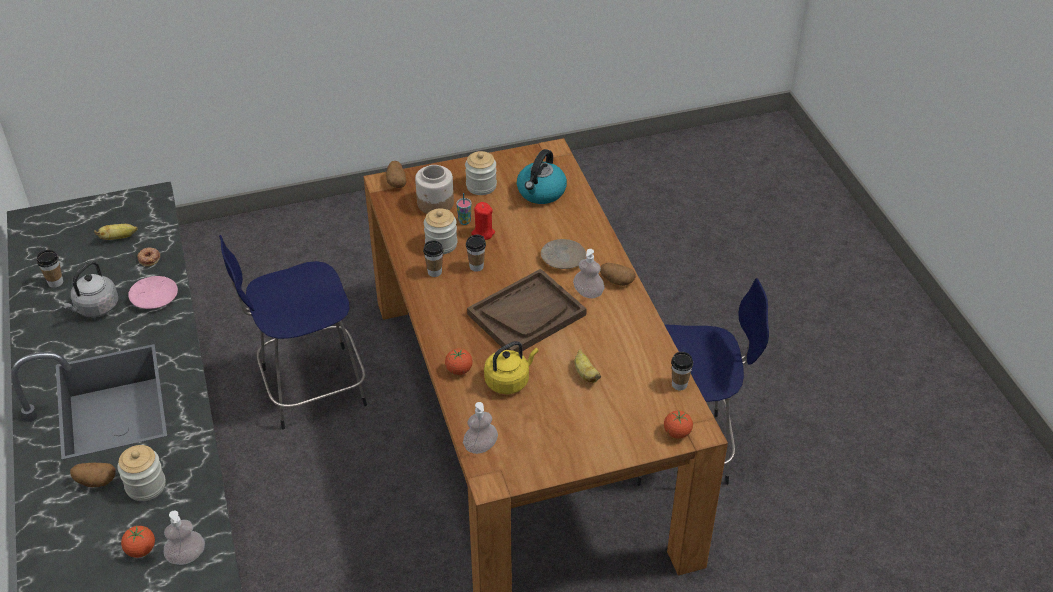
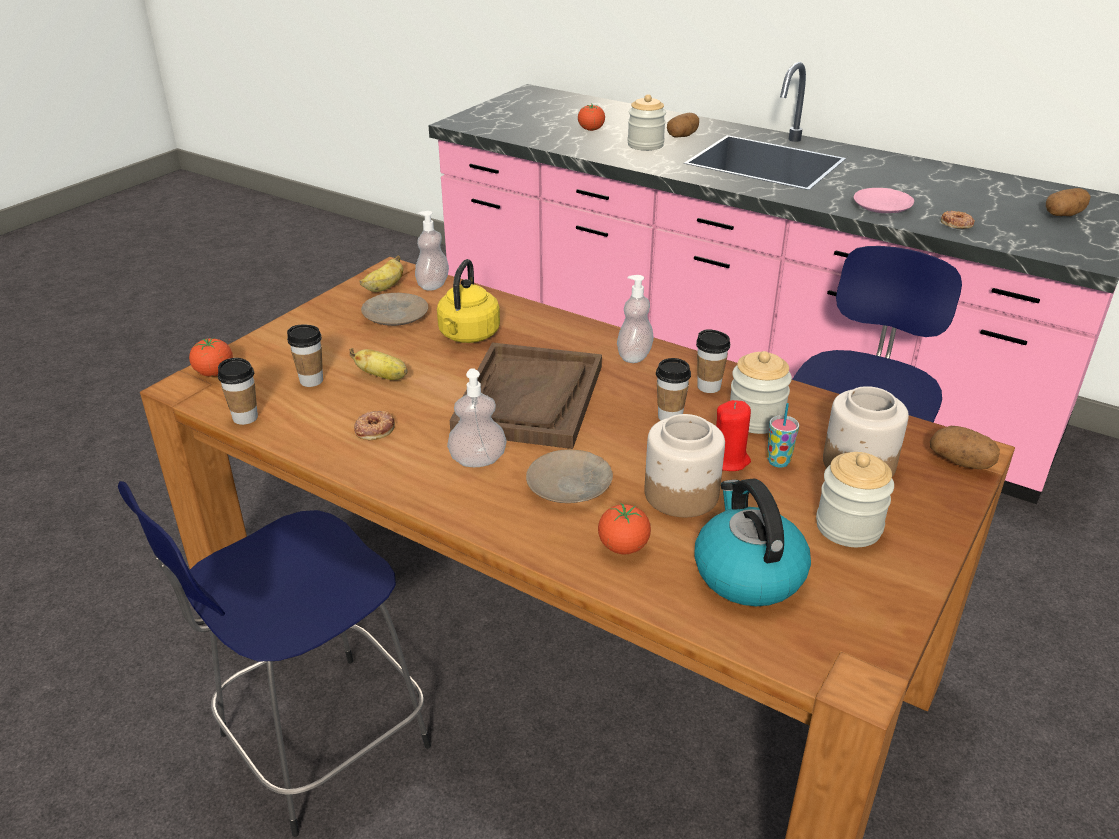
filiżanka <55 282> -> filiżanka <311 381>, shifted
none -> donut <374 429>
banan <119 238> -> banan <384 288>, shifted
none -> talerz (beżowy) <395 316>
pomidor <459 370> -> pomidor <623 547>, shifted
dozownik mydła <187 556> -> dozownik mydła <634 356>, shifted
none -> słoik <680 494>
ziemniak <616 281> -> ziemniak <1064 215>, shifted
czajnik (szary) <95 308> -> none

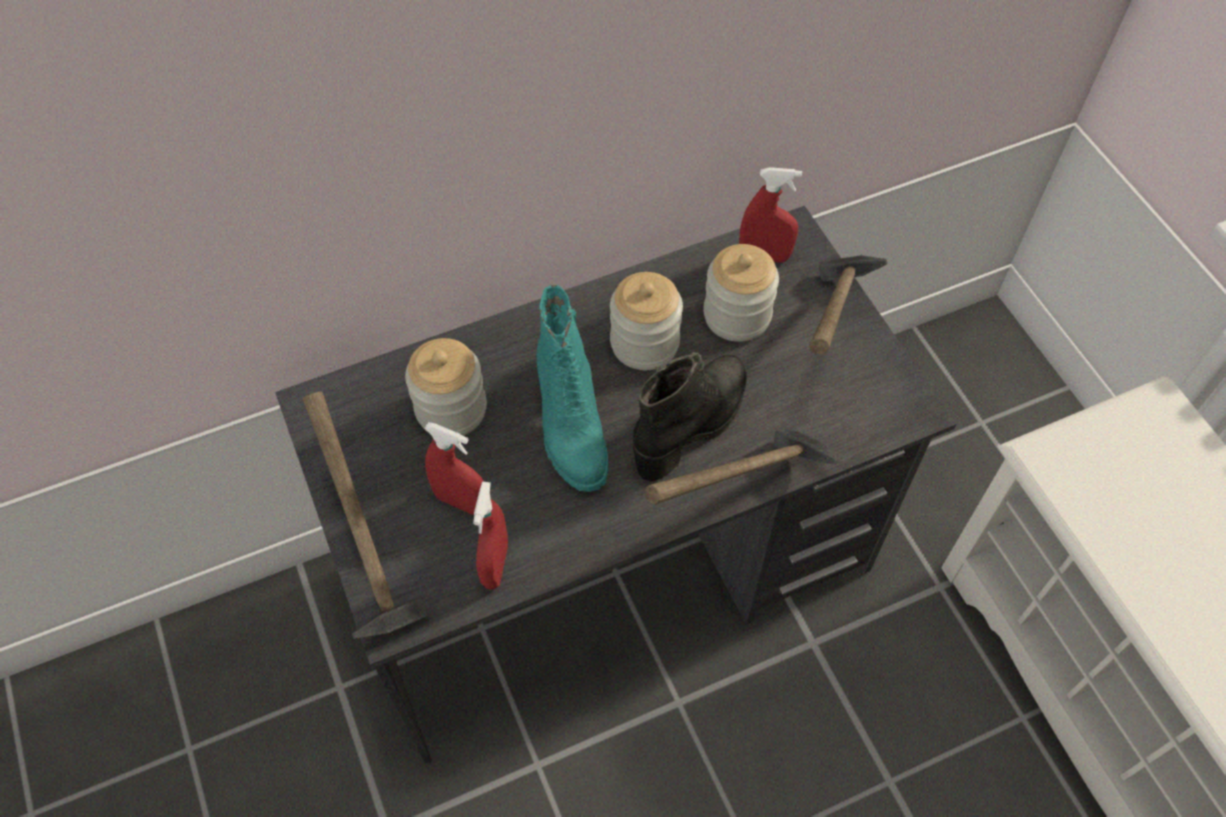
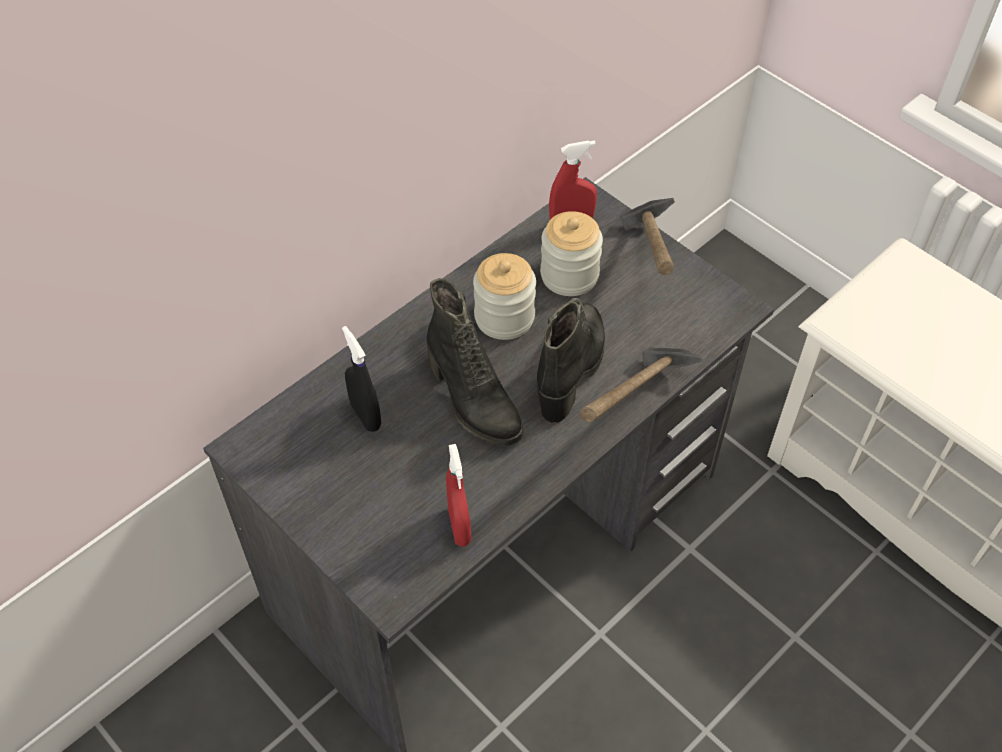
słoik <451 409> -> spryskiwacz (czarny) <365 416>
but z cholewką (turkusowy) <569 428> -> but z cholewką (czarny) <472 401>
młotek <369 557> -> none
spryskiwacz (czerwony) <461 501> -> none

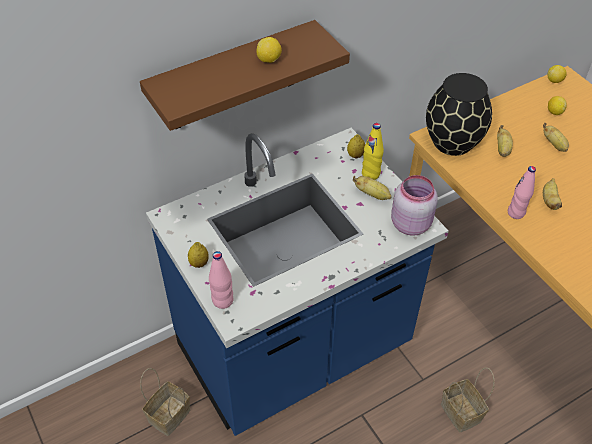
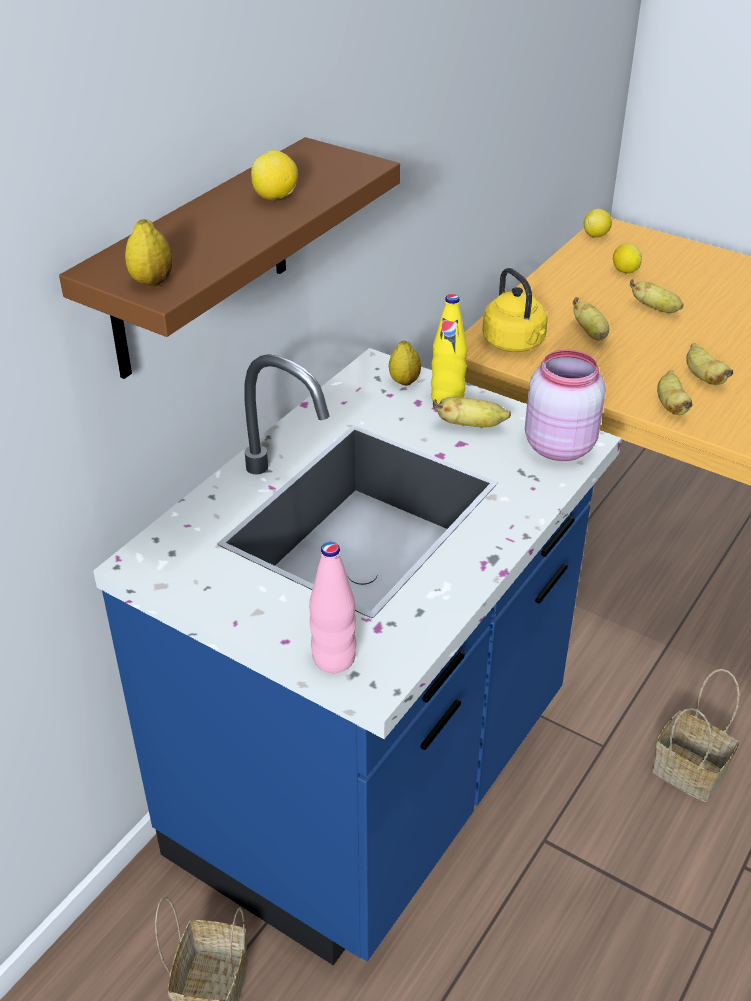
cytryna <199 263> -> cytryna <152 282>, shifted
wazon (czarny) <453 142> -> czajnik (żółty) <515 344>
butelka (różowy) <516 213> -> banan <670 405>

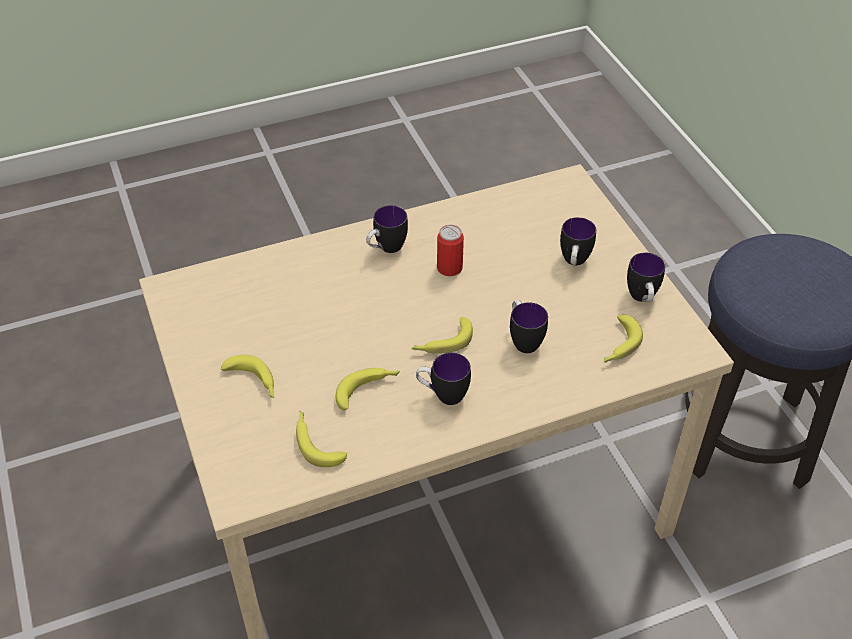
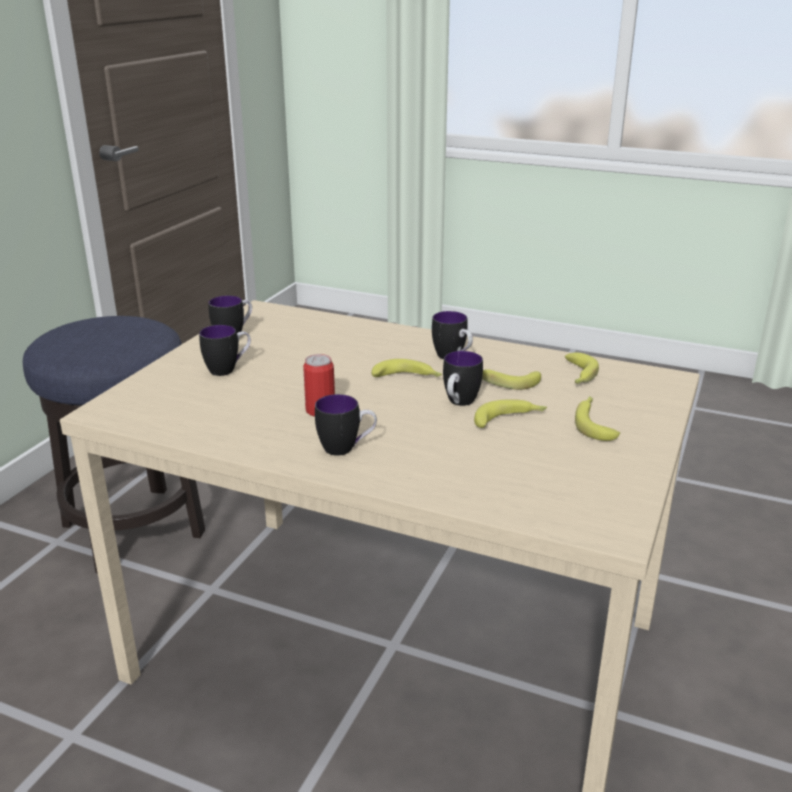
kubek <523 340> -> kubek <459 403>, shifted
banan <618 346> -> banan <509 420>, shifted

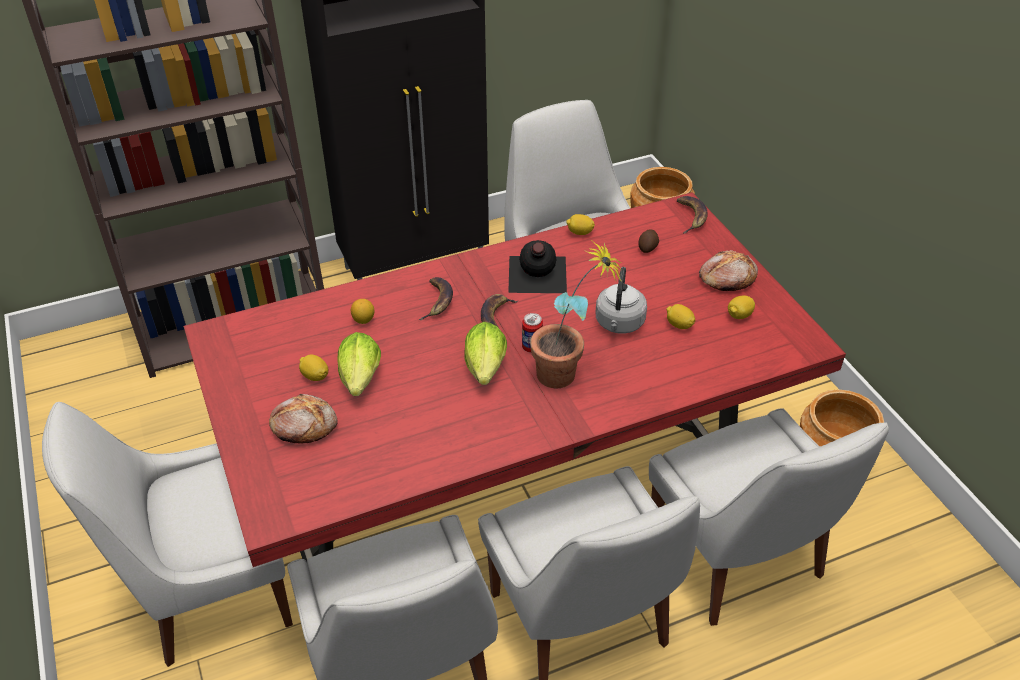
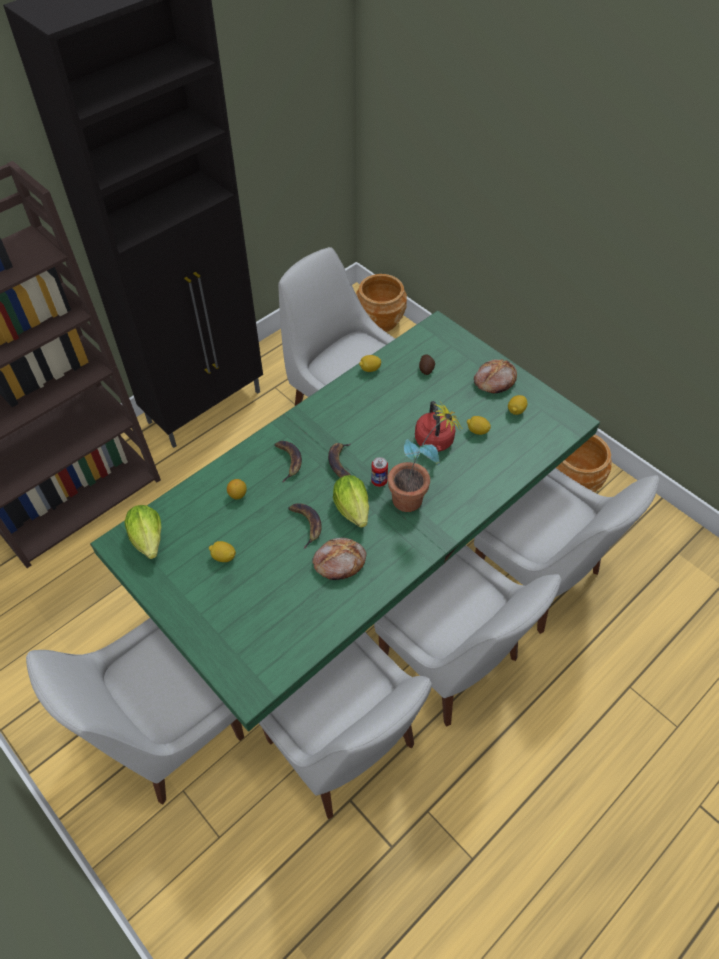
stół jadalny (czerwony) <508 491> -> stół jadalny (zielony) <359 576>
sałata <360 382> -> sałata <149 542>, shifted
banan <691 217> -> banan <306 524>, shifted
chleb <304 425> -> chleb <339 562>, shifted
czajnik (szary) <619 324> -> czajnik (czerwony) <434 442>
butelka (czarny) <536 274> -> none

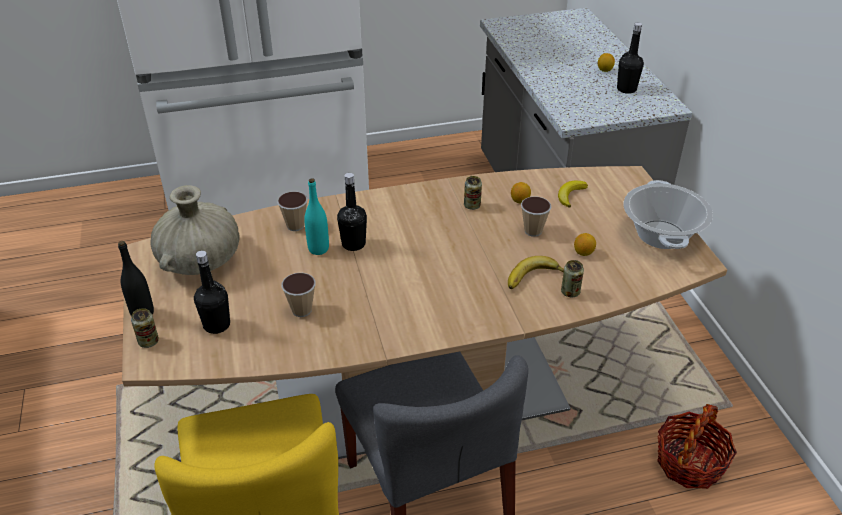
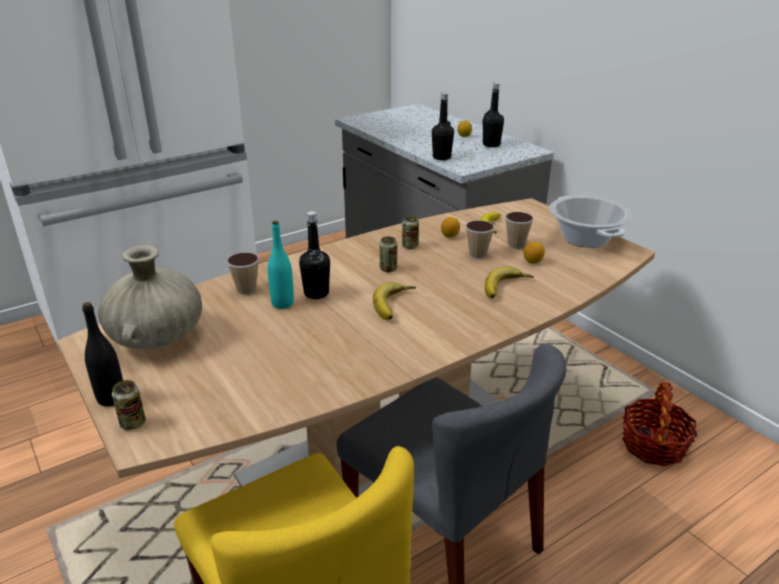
none -> banan <396 305>
puszka <570 292> -> puszka <388 269>, shifted
butelka (czarny) <217 325> -> butelka (czarny) <441 157>, shifted
filiżanka <301 310> -> filiżanka <516 245>, shifted

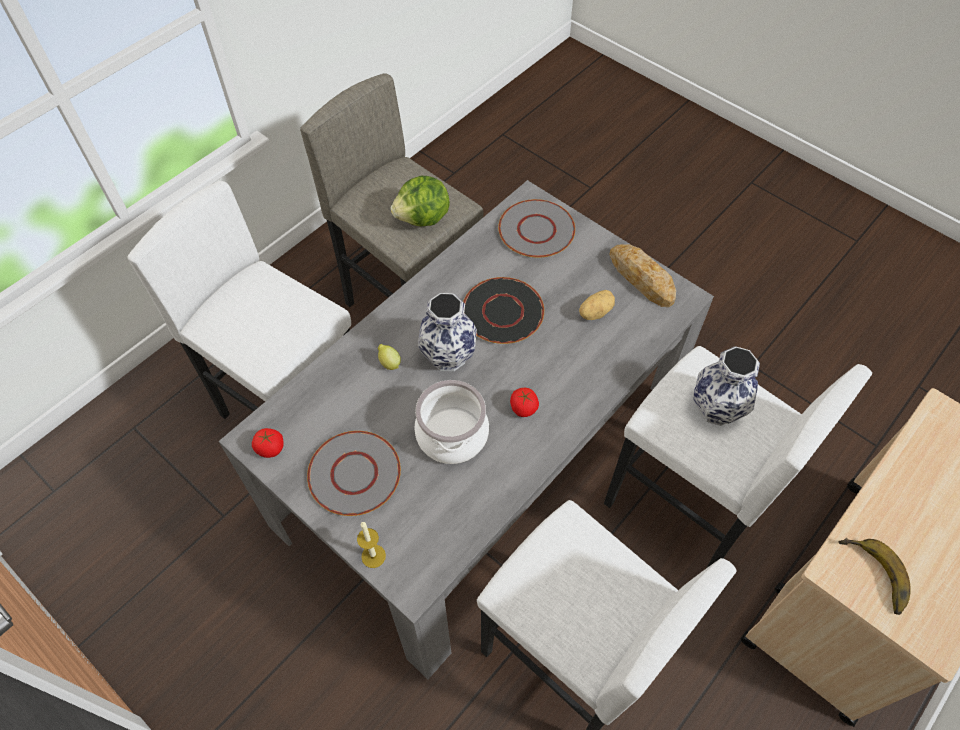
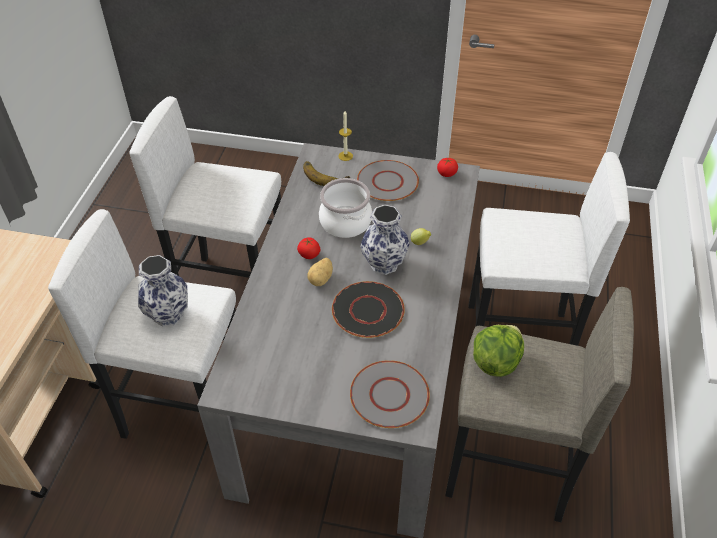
banan <871 577> -> banan <325 174>, shifted
ziemniak <594 312> -> ziemniak <321 279>, shifted
chleb <641 278> -> none

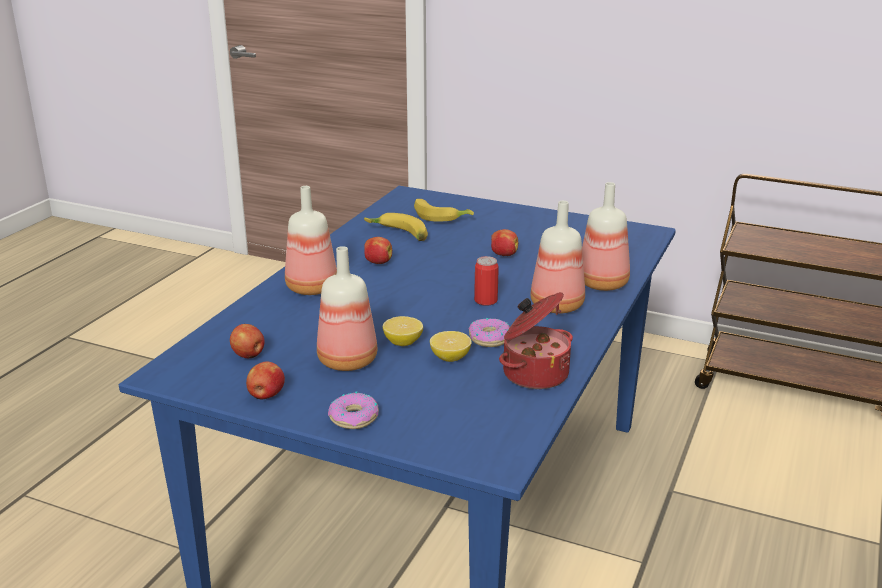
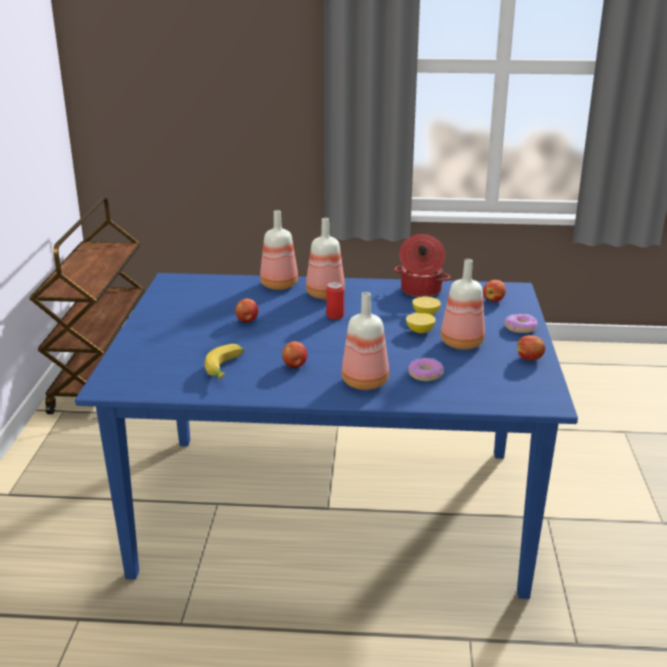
donut <489 338> -> donut <425 374>, shifted
jabłko <249 355> -> jabłko <494 300>, shifted
banan <440 216> -> none

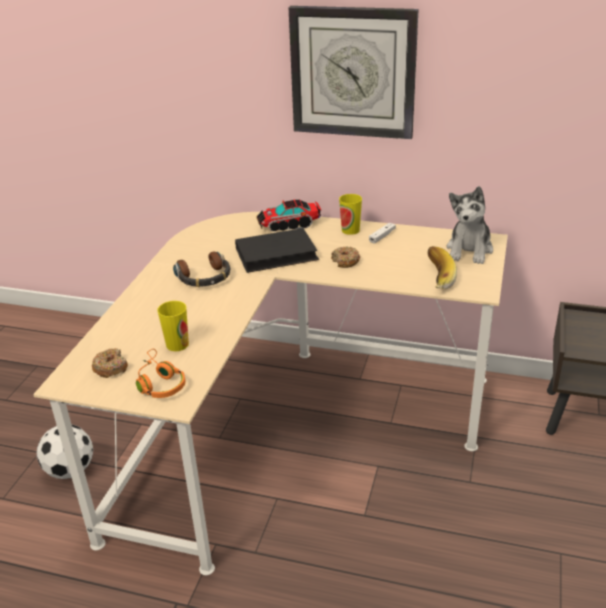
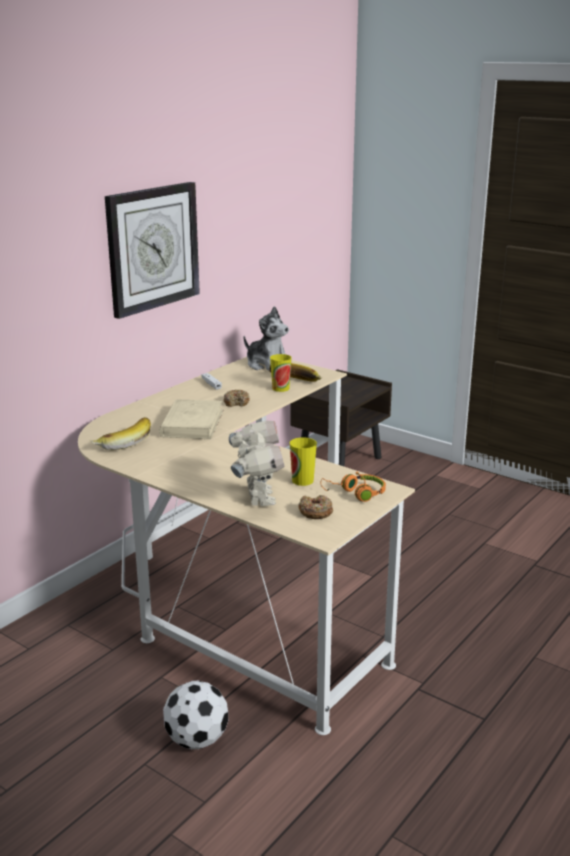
none -> banan <122 442>
książka (czarny) <276 254> -> książka (beżowy) <192 423>
none -> robot zabawkowy <257 498>
filiżanka <350 230> -> filiżanka <280 388>, shifted
słuchawki <204 277> -> none
ciężarówka zabawkowa <289 225> -> none

